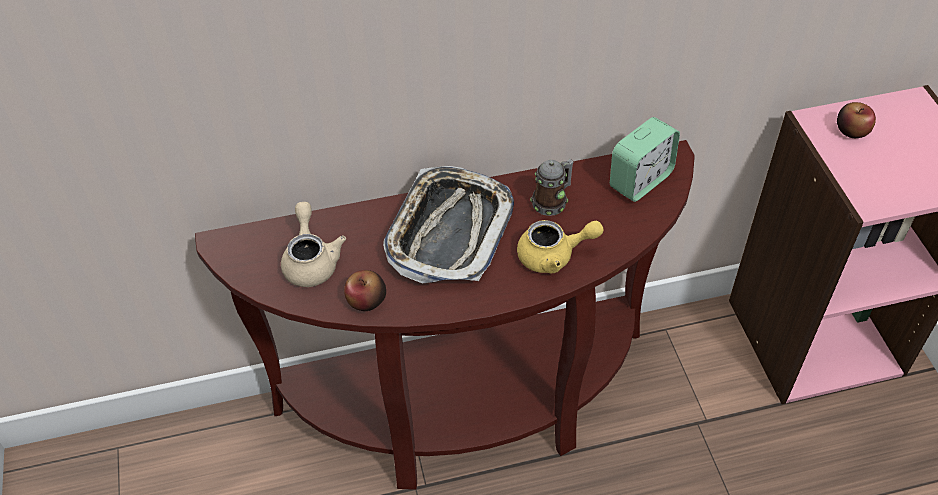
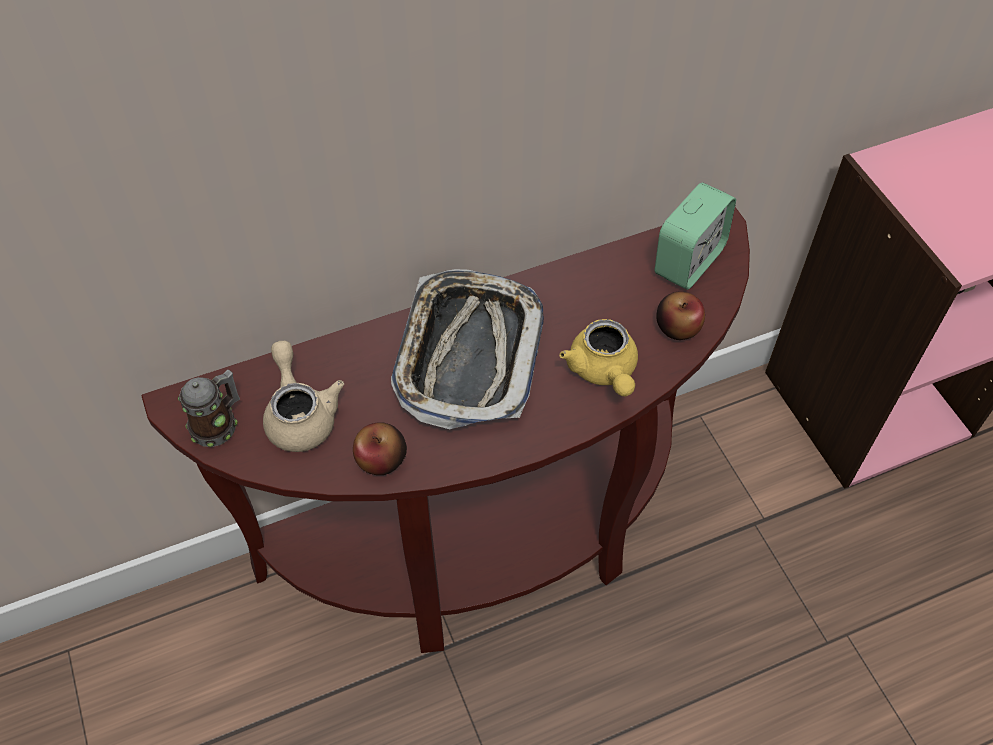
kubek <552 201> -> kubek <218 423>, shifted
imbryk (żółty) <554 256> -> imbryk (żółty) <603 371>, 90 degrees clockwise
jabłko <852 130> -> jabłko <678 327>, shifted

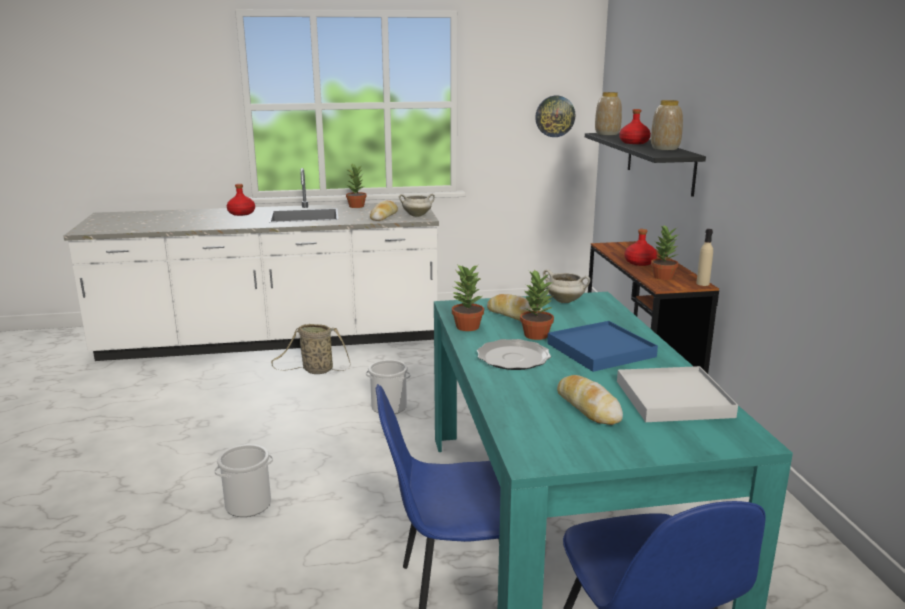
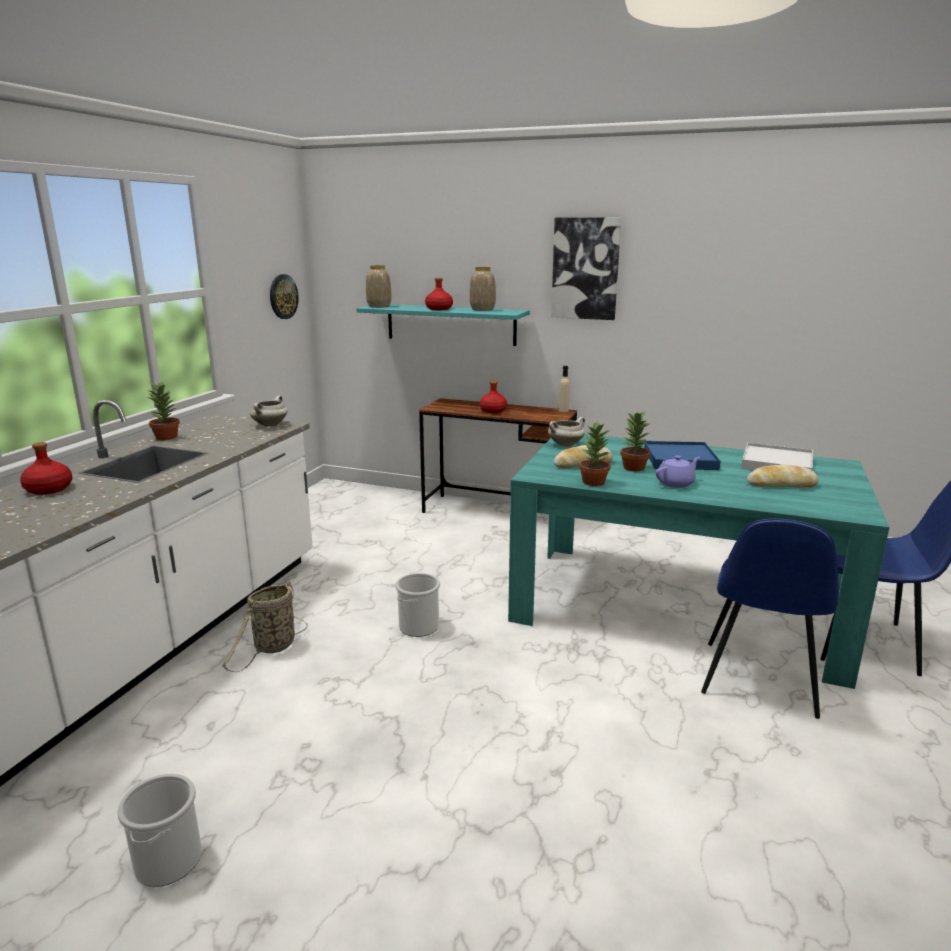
wiadro <248 504> -> wiadro <168 860>, shifted
półka (czarny) <659 162> -> półka (turkusowy) <450 324>
none -> obraz <585 268>
talerz <513 357> -> imbryk (fioletowy) <676 483>
chleb <384 216> -> none
roślina doniczkowa <662 277> -> none

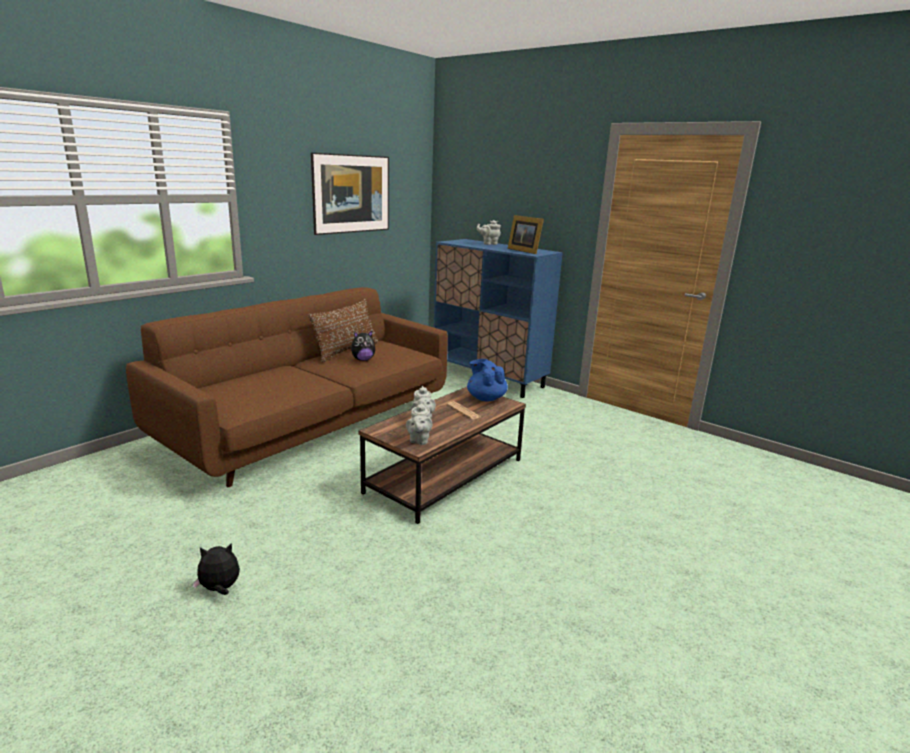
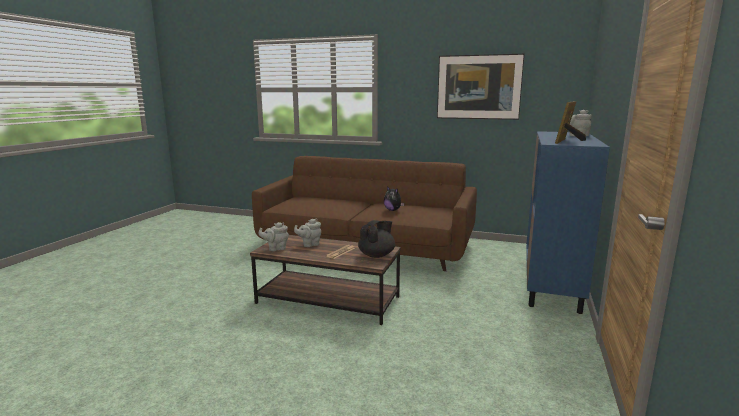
imbryk (niebieski) <486 398> -> imbryk (czarny) <377 255>
pluszak <220 589> -> none
poduszka (brązowy) <346 350> -> none

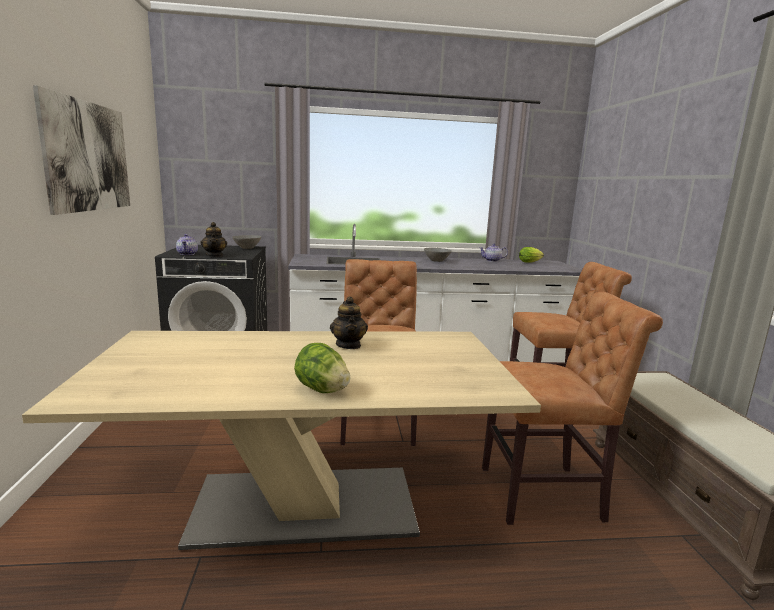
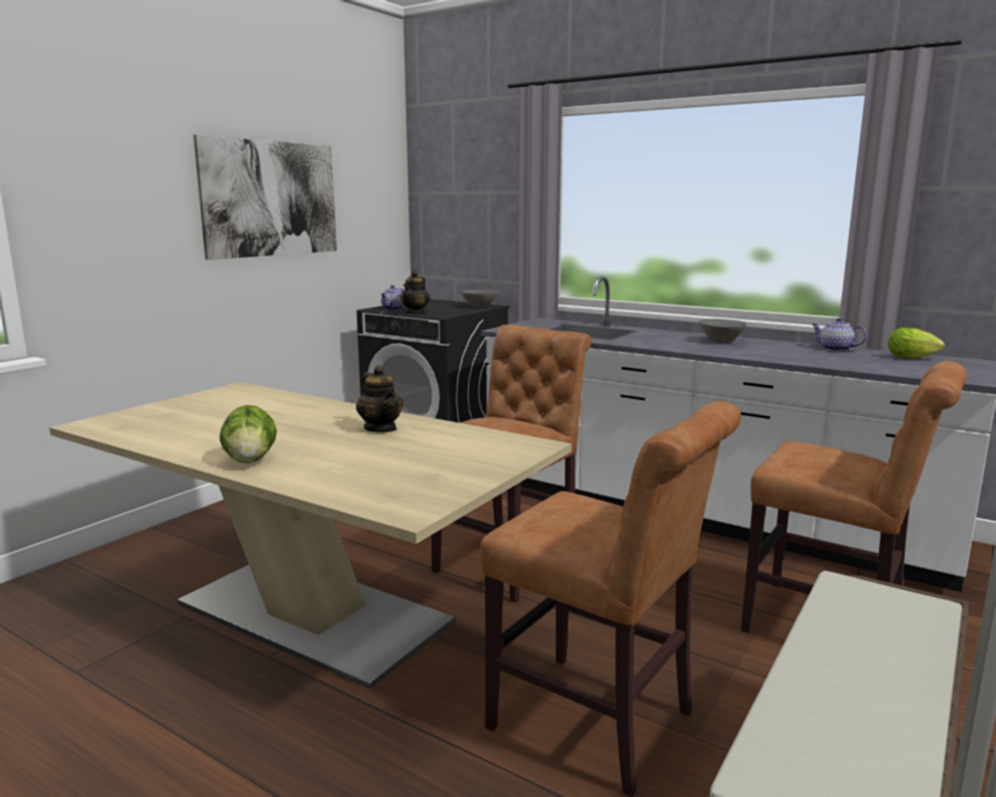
imbryk <348 345> -> imbryk <381 428>, 60 degrees counterclockwise

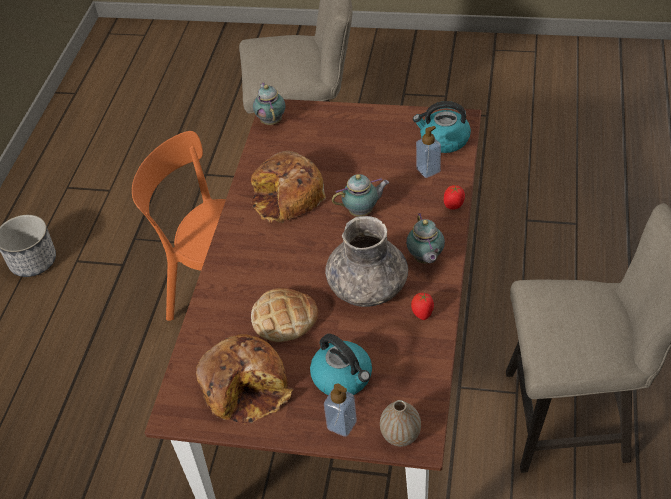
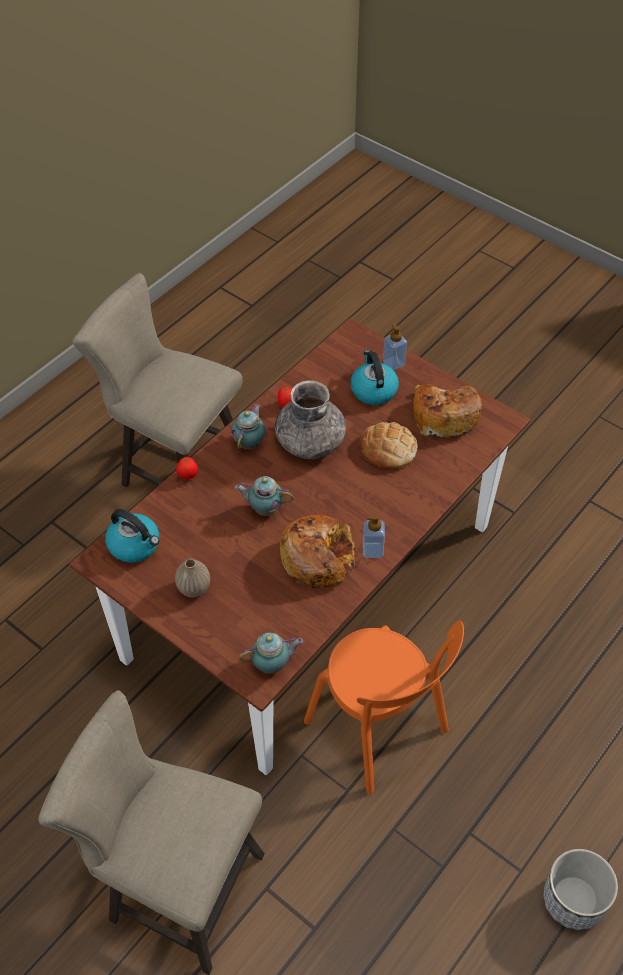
wazon <400 435> -> wazon <194 588>, shifted
imbryk <271 120> -> imbryk <272 665>, 120 degrees counterclockwise
dozownik mydła <428 170> -> dozownik mydła <372 550>, shifted

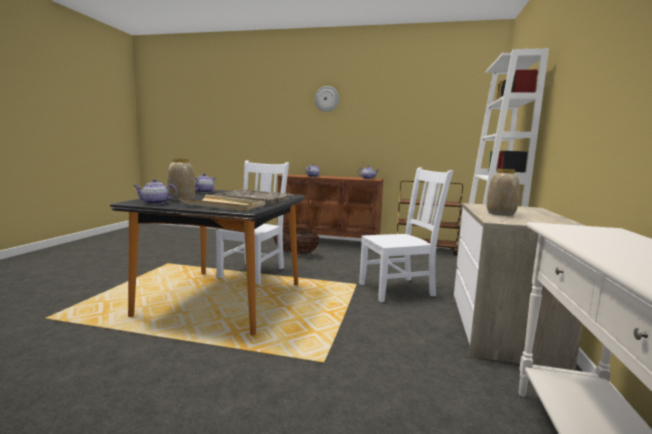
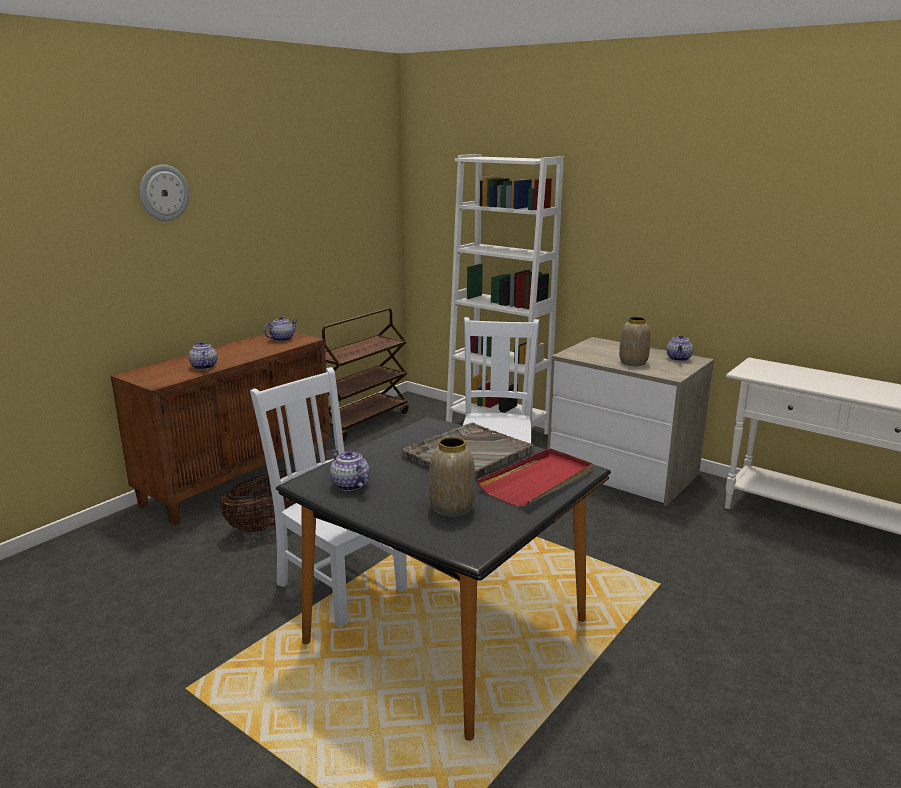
taca (beżowy) <224 206> -> taca (czerwony) <538 481>
imbryk <155 203> -> imbryk <679 359>, shifted

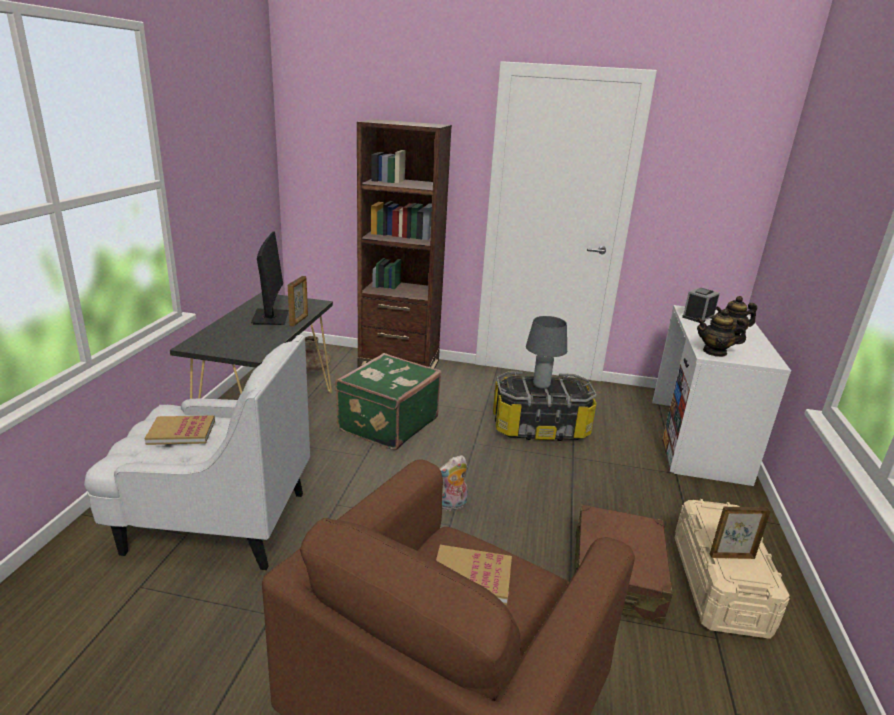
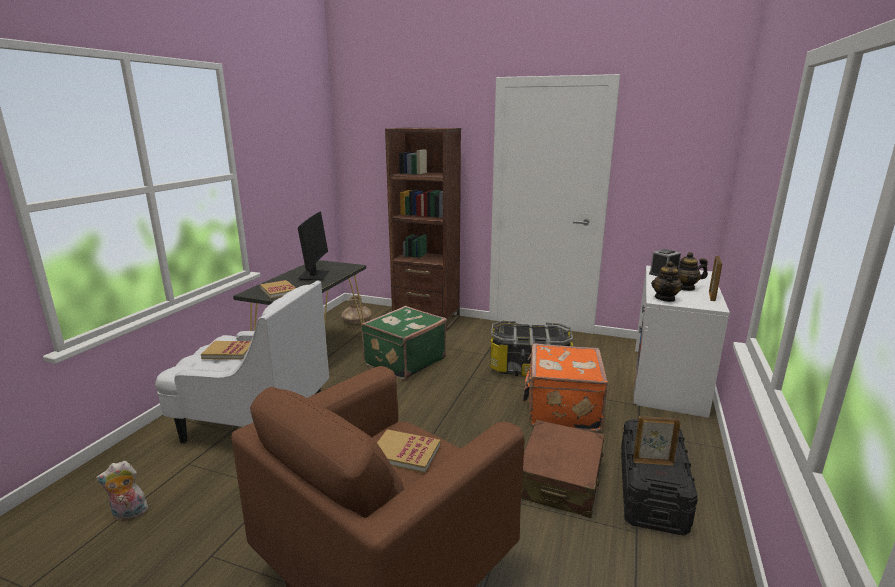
pluszak <452 506> -> pluszak <128 514>, shifted
none -> książka <279 291>
none -> walizka (pomarańczowy) <561 409>
pojemnik do przechowywania (beżowy) <718 584> -> pojemnik do przechowywania (czarny) <651 491>
imbryk <715 352> -> imbryk <665 298>, 90 degrees counterclockwise
ramka na zdjęcie <299 321> -> ramka na zdjęcie <712 296>, shifted
lampa stołowa (szary) <541 385> -> none

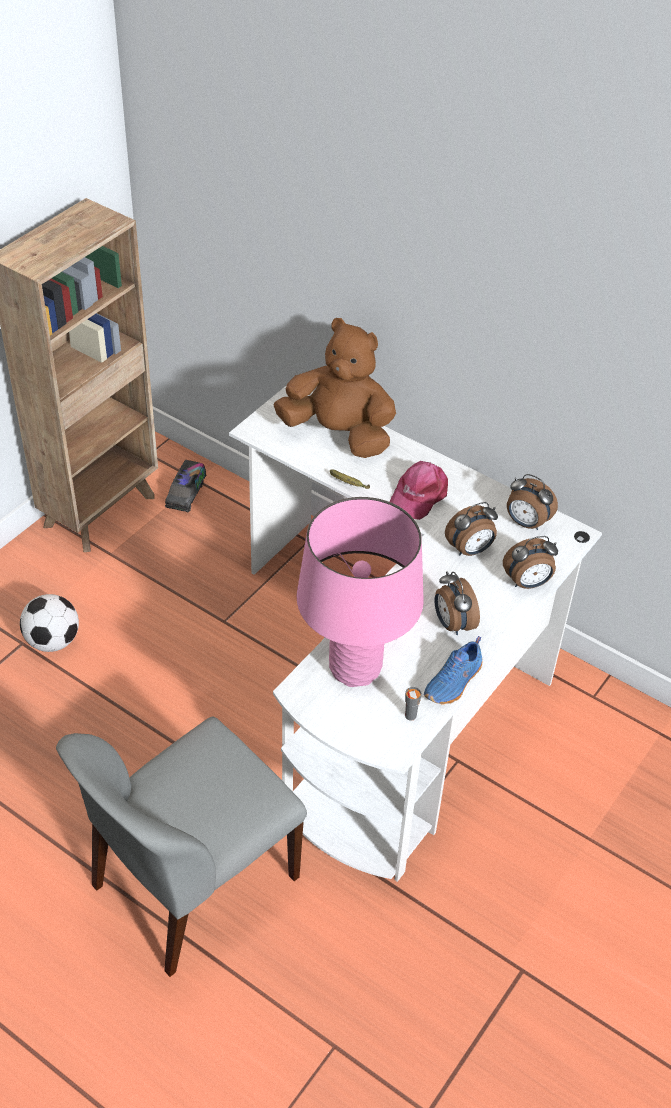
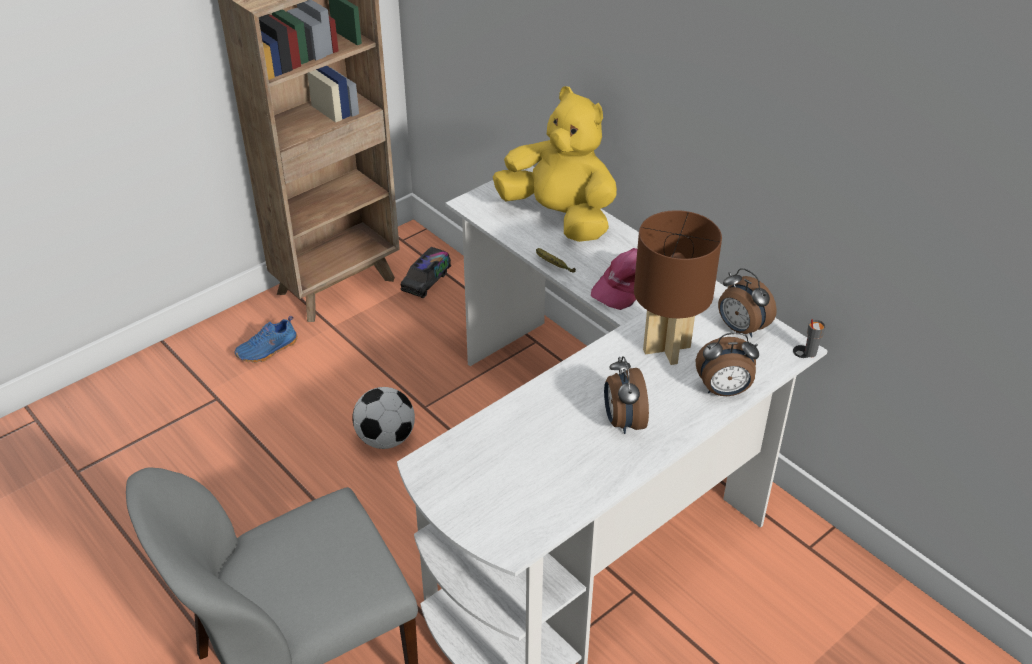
but (niebieski) <454 683> -> but (niebieski) <268 350>, shifted
piłka futbolowa <53 641> -> piłka futbolowa <386 439>, shifted
pluszak (brązowy) <339 434> -> pluszak (żółty) <559 217>
budzik <470 550> -> lampa stołowa (brązowy) <667 348>
filiżanka (szary) <410 716> -> filiżanka (szary) <809 353>, shifted
lampa stołowa (różowy) <355 668> -> none

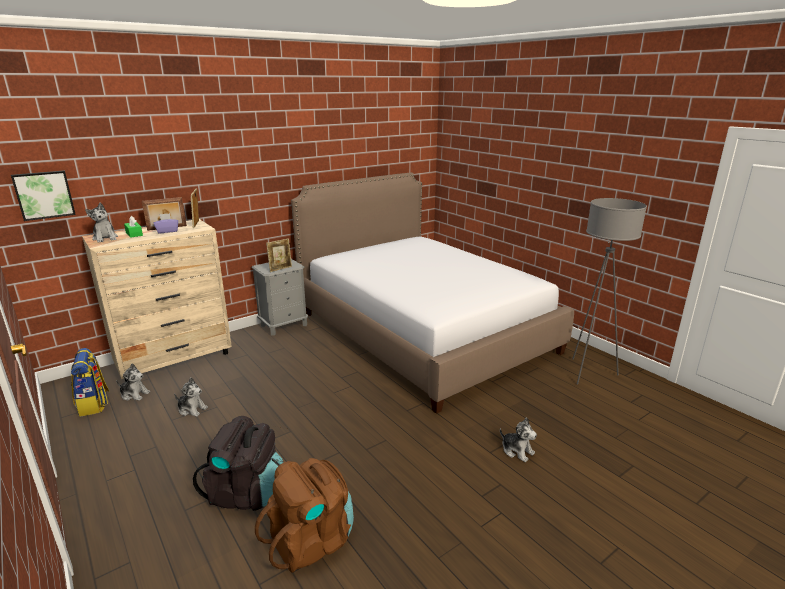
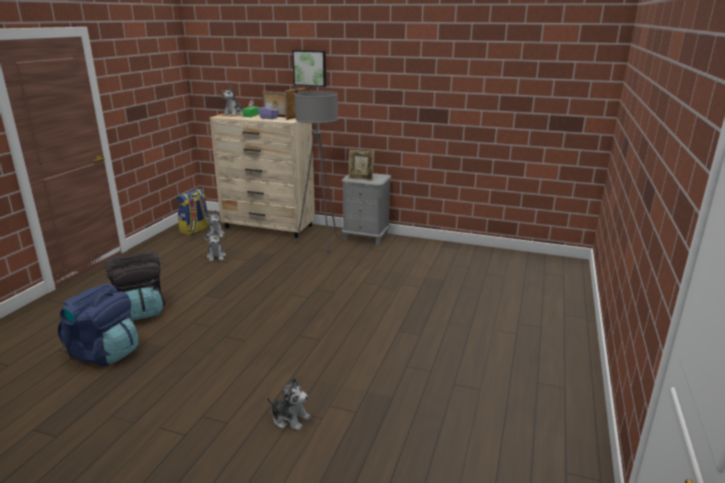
plecak (brązowy) <311 540> -> plecak (niebieski) <105 353>
pluszak <517 451> -> pluszak <290 418>, 75 degrees counterclockwise
obraz <44 195> -> obraz <310 68>, shifted
lampa stojąca (szary) <588 372> -> lampa stojąca (szary) <320 243>, shifted
łóżko <423 332> -> none

